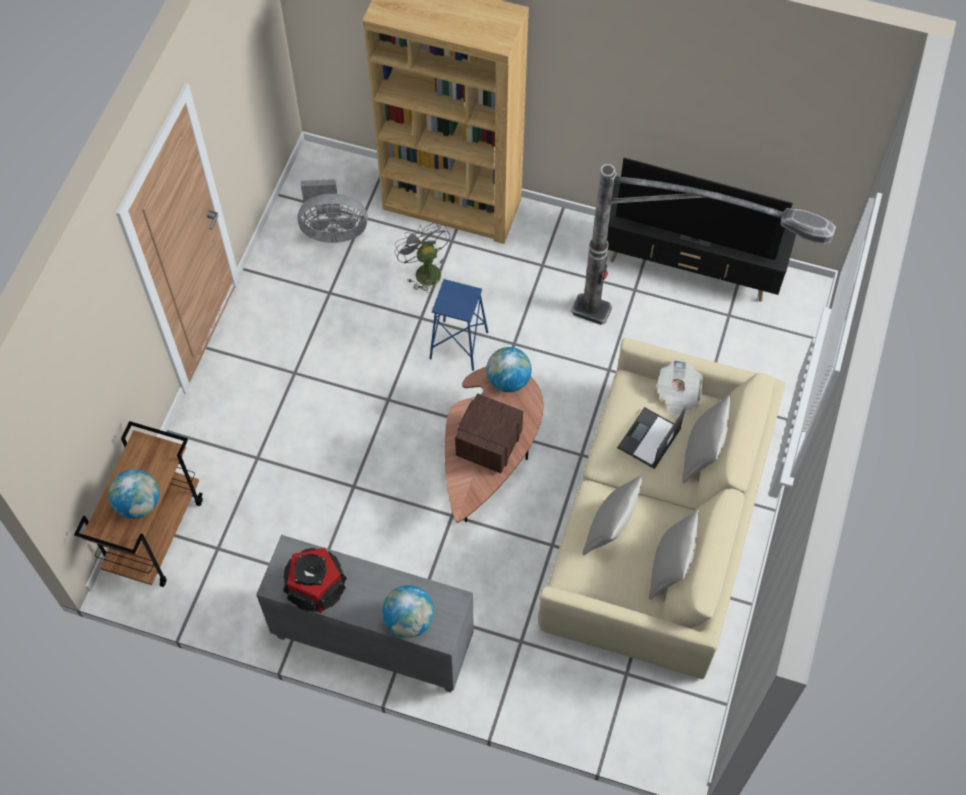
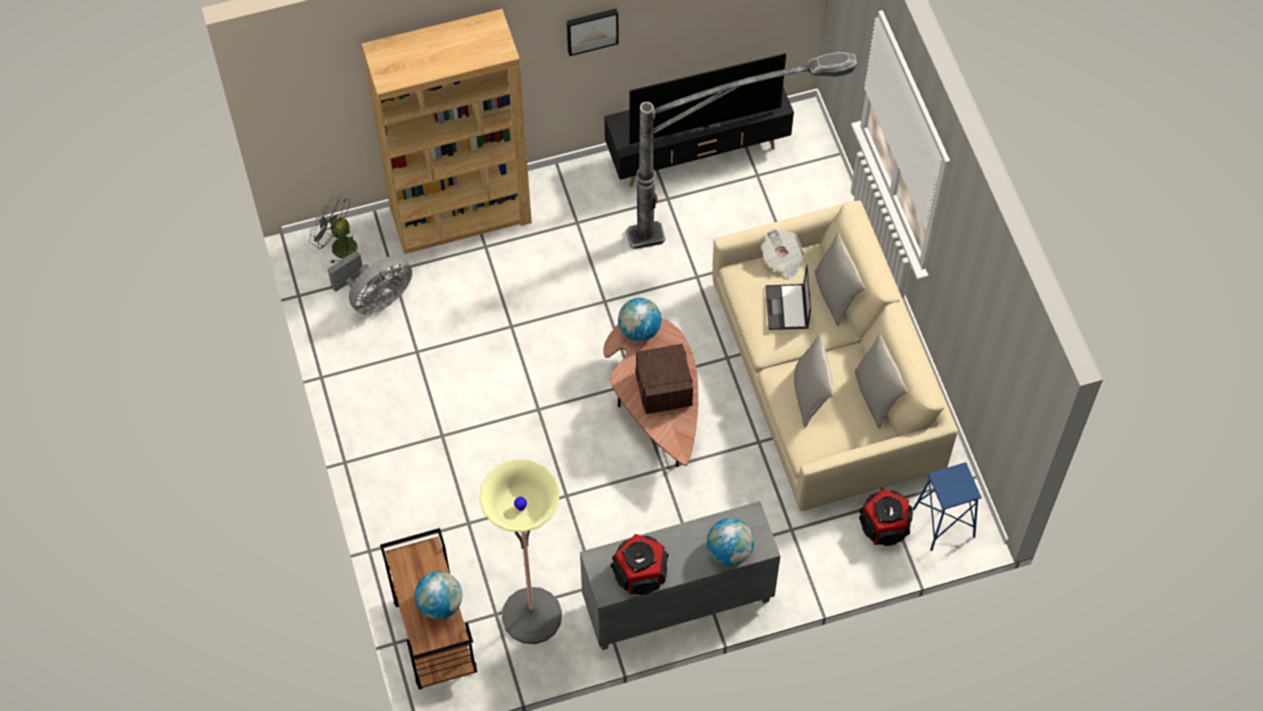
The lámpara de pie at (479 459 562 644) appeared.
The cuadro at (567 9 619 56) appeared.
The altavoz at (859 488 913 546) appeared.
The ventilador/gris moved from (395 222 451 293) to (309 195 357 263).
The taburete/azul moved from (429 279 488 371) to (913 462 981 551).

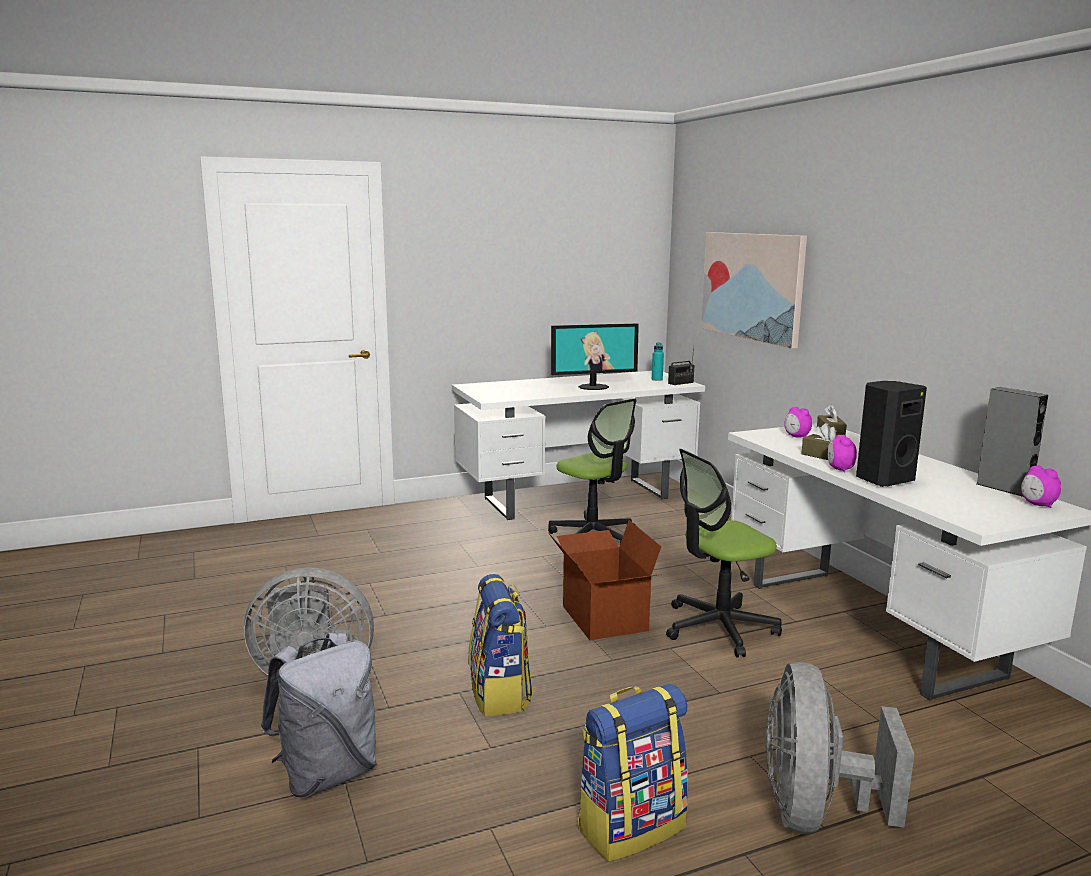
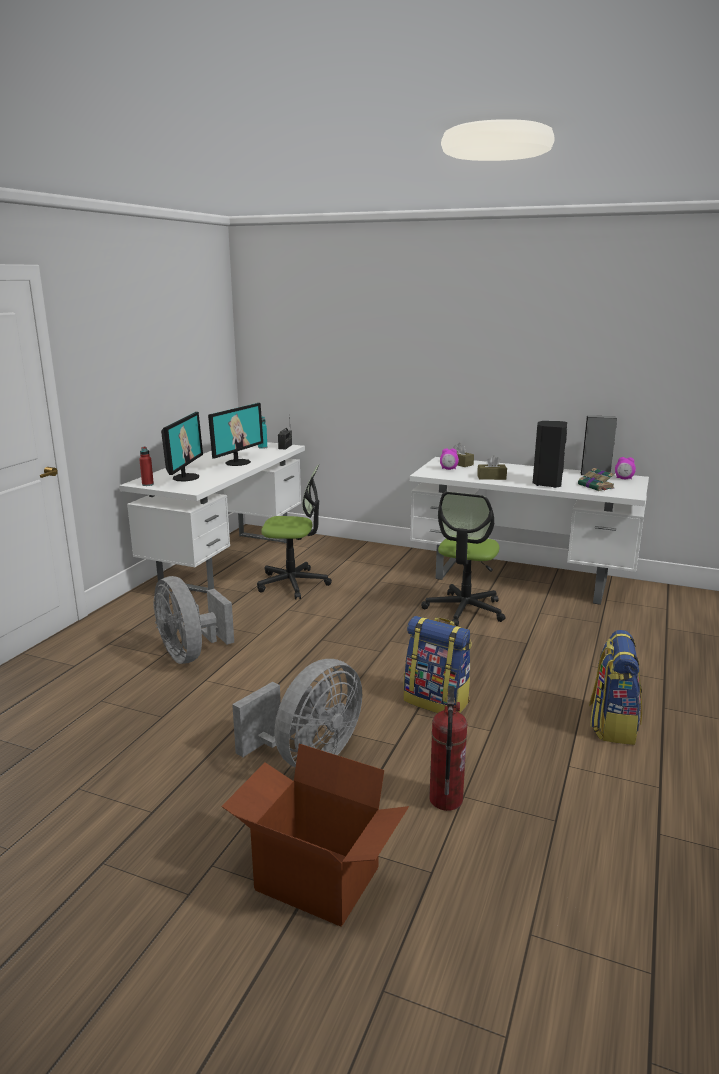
The cuadro at (701 232 807 349) disappeared.
The despertador at (828 435 857 472) disappeared.
The botella/rojo at (139 447 154 486) appeared.
The monitor at (161 412 203 482) appeared.
The libro at (578 468 615 491) appeared.
The caja de cartón moved from (548 520 662 640) to (221 744 409 927).
The ventilador/gris moved from (765 662 914 833) to (153 576 234 664).
The mochila/gris at (260 633 377 797) was replaced by the extintor at (429 686 467 811).

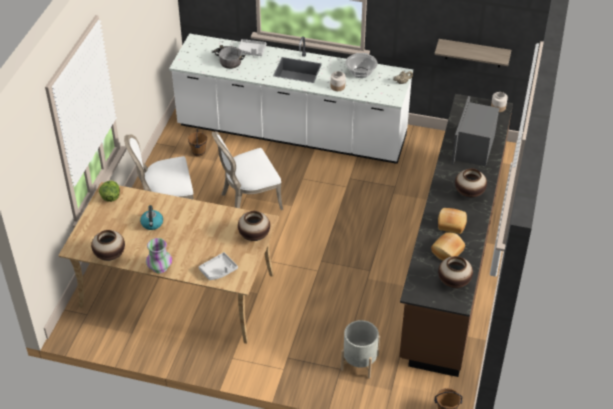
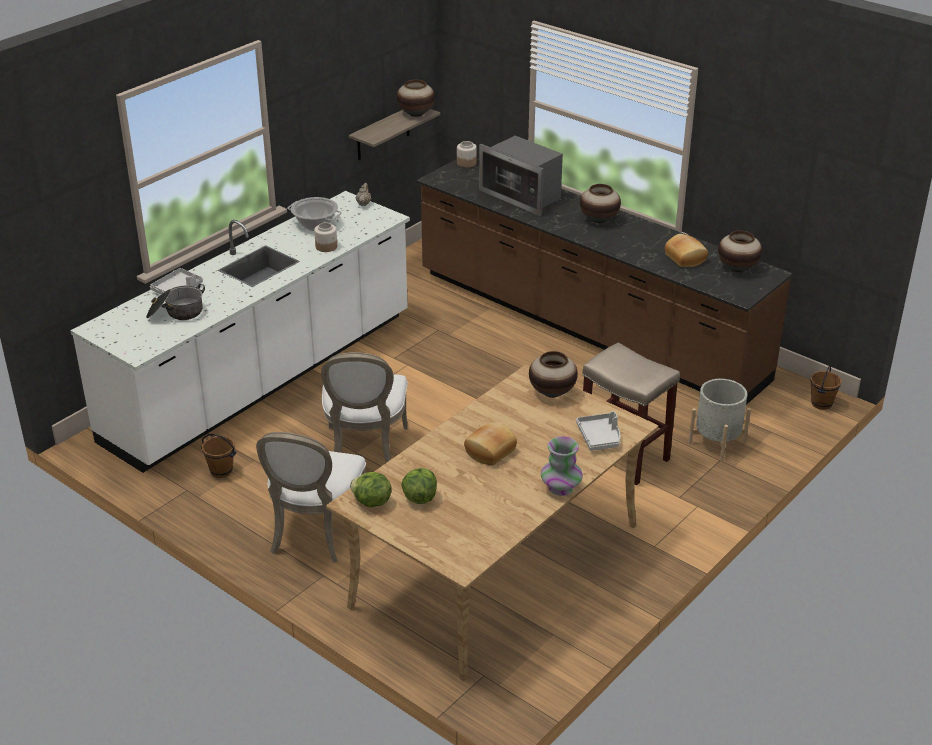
The hervidor at (140 205 163 230) disappeared.
The lechuga at (401 468 437 504) appeared.
The taburete/beis at (582 342 680 485) appeared.
The florero moved from (91 230 125 261) to (397 80 435 117).
The pan moved from (438 208 467 234) to (464 422 517 465).

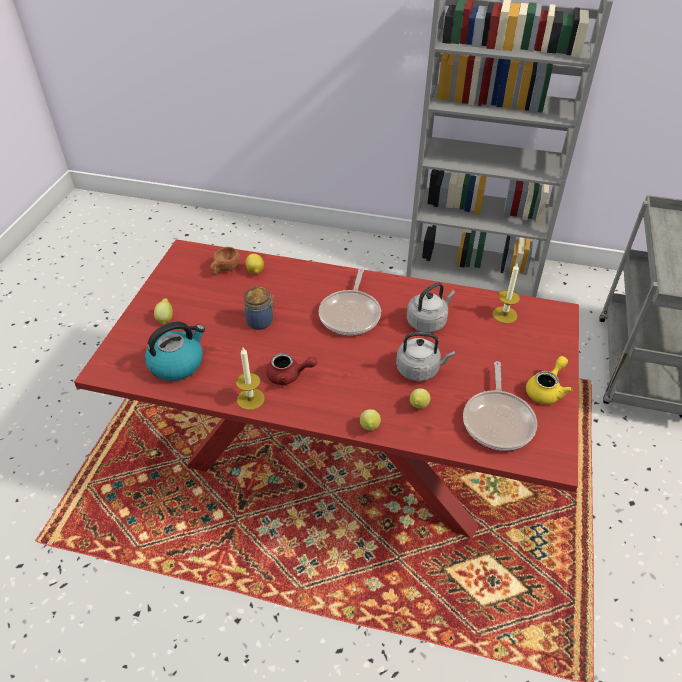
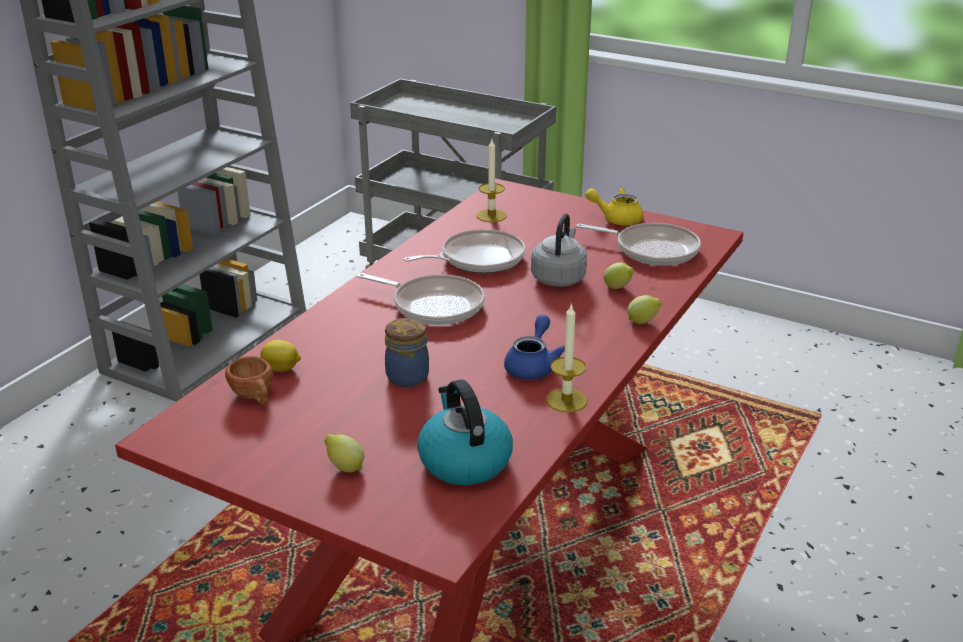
The hervidor/gris at (407 282 455 333) was replaced by the sartén at (404 229 525 273).
The tetera/rojo at (266 353 317 385) became the tetera/azul at (504 315 565 380).
The tetera/amarillo at (526 356 573 404) turned 45 degrees counterclockwise.

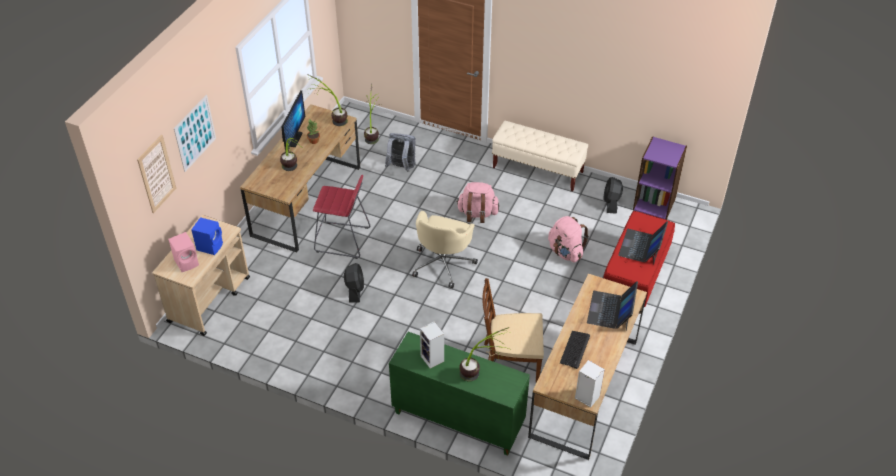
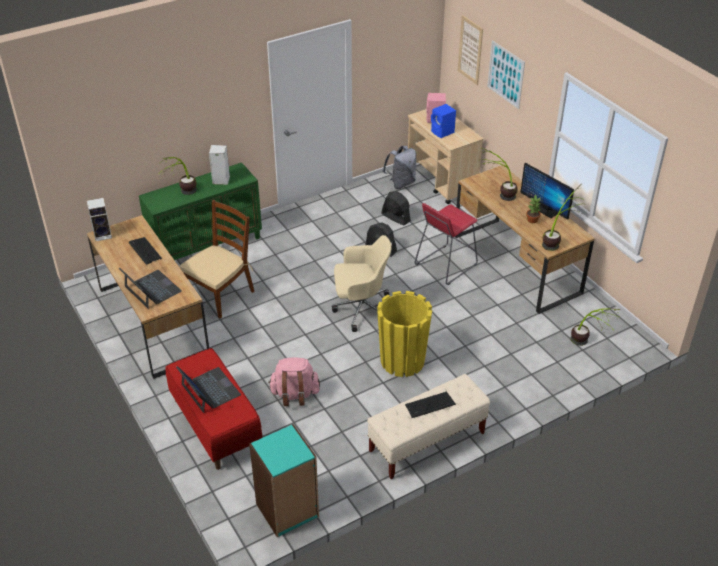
The teclado at (405 392 456 418) appeared.
The mochila/gris moved from (385 133 416 172) to (383 146 416 189).
The ventilador/negro moved from (604 177 623 214) to (381 191 411 226).
The mochila/rosa at (456 182 499 223) was replaced by the maceta/amarillo at (377 291 432 377).
The estantería/morado at (633 136 687 220) became the estantería/turquesa at (249 424 319 537).
The silla de oficina/beis at (412 211 478 288) turned 120 degrees clockwise.

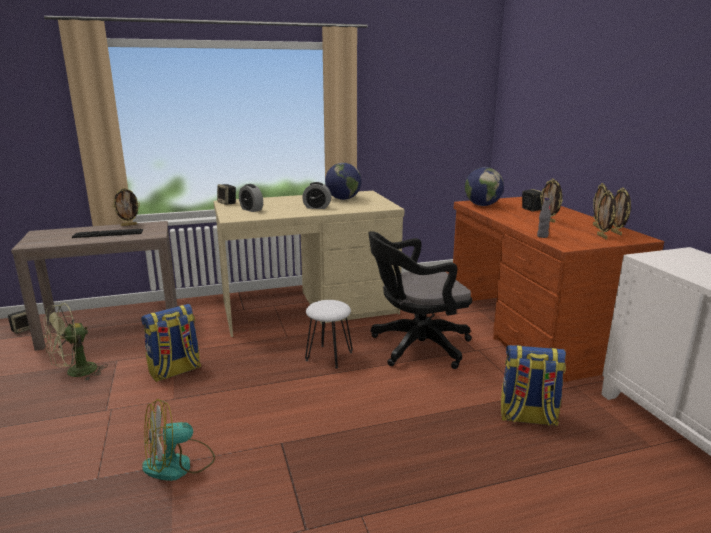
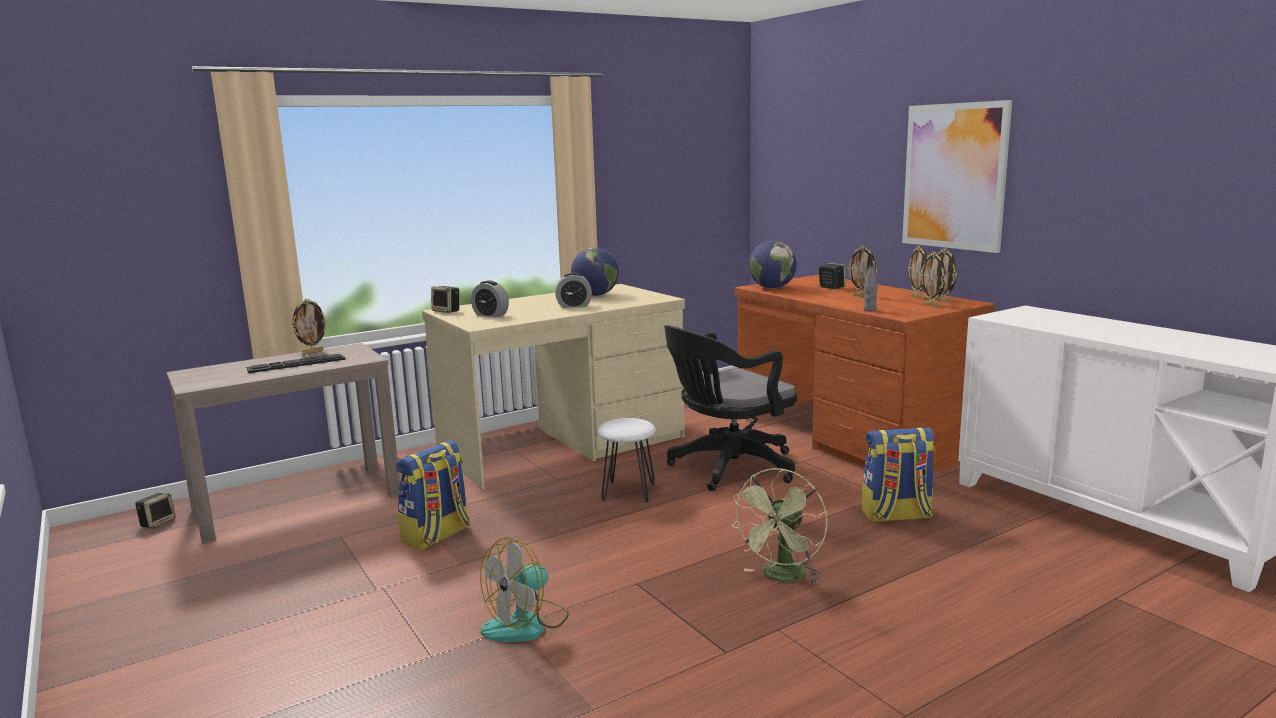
The cuadro at (902 100 1012 253) appeared.
The ventilador/verde moved from (44 303 108 381) to (730 468 827 583).

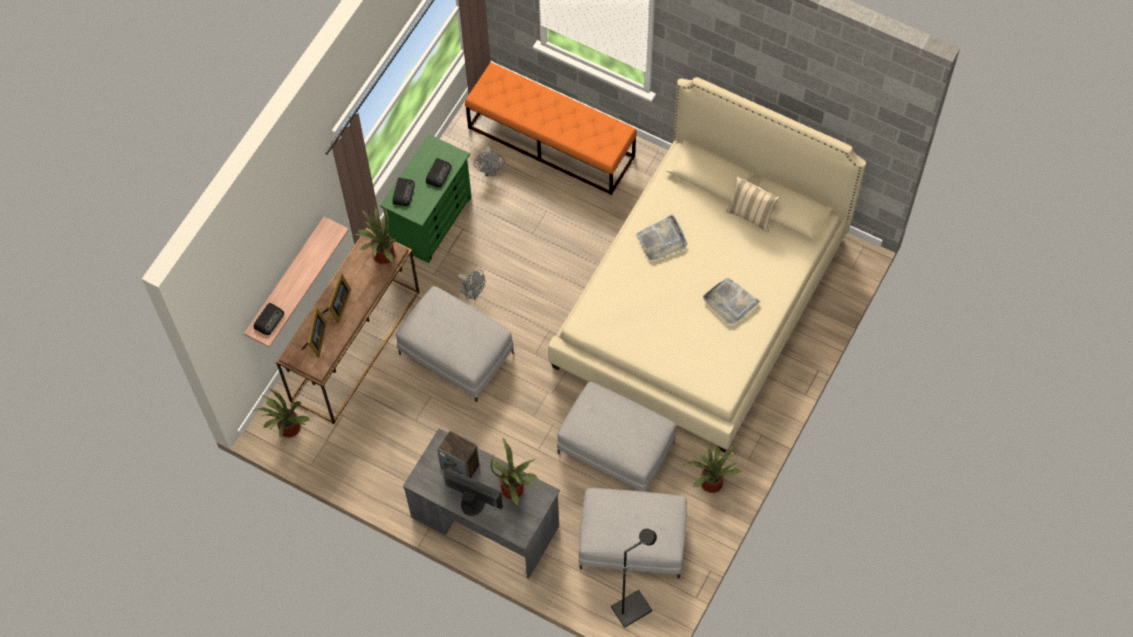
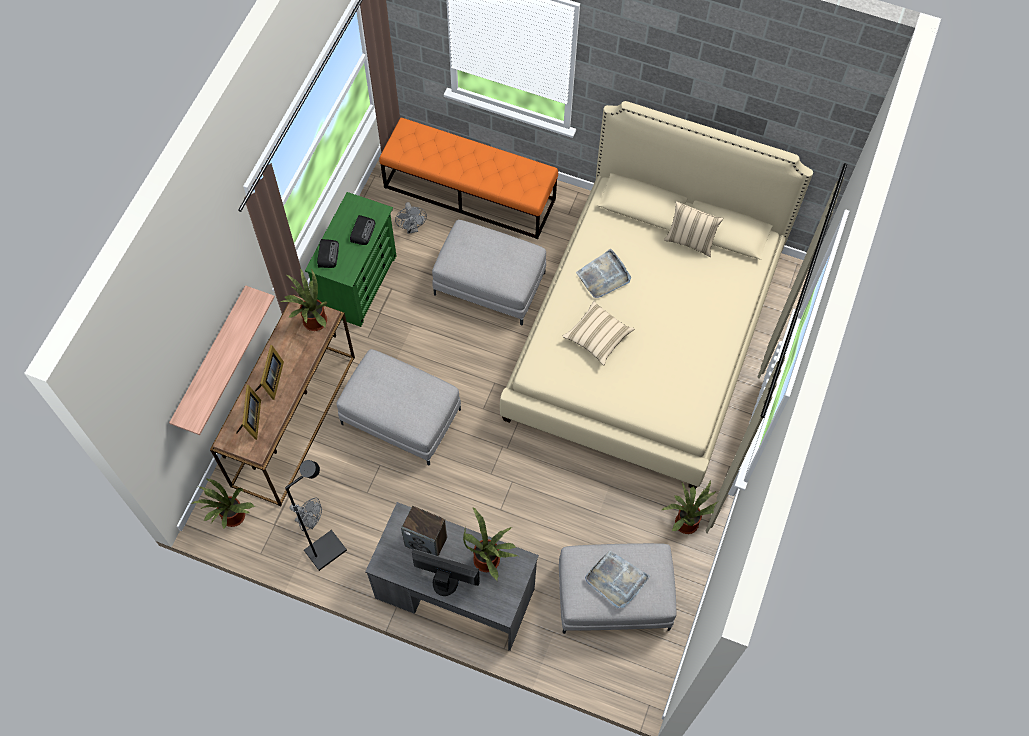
The radio at (254 303 284 335) disappeared.
The cojín/beis at (563 301 634 365) appeared.
The ventilador/gris moved from (457 269 485 300) to (290 498 322 531).
The puf/gris moved from (557 382 676 492) to (432 220 546 325).
The lámpara de pie/negro moved from (611 529 657 628) to (285 460 347 571).
The bandeja/gris moved from (703 277 761 324) to (585 551 650 608).

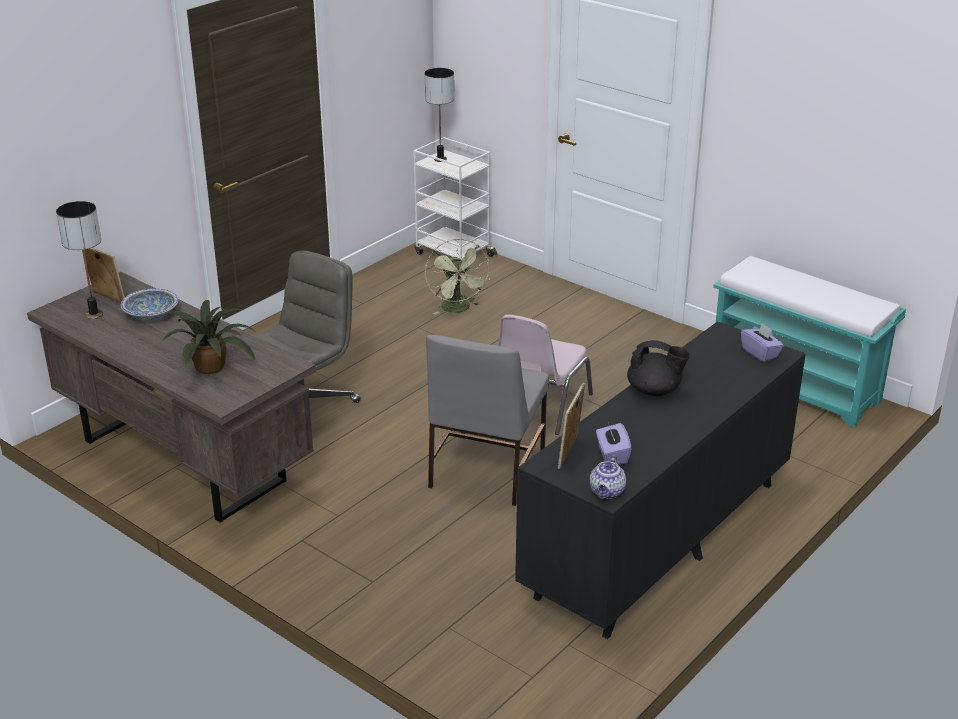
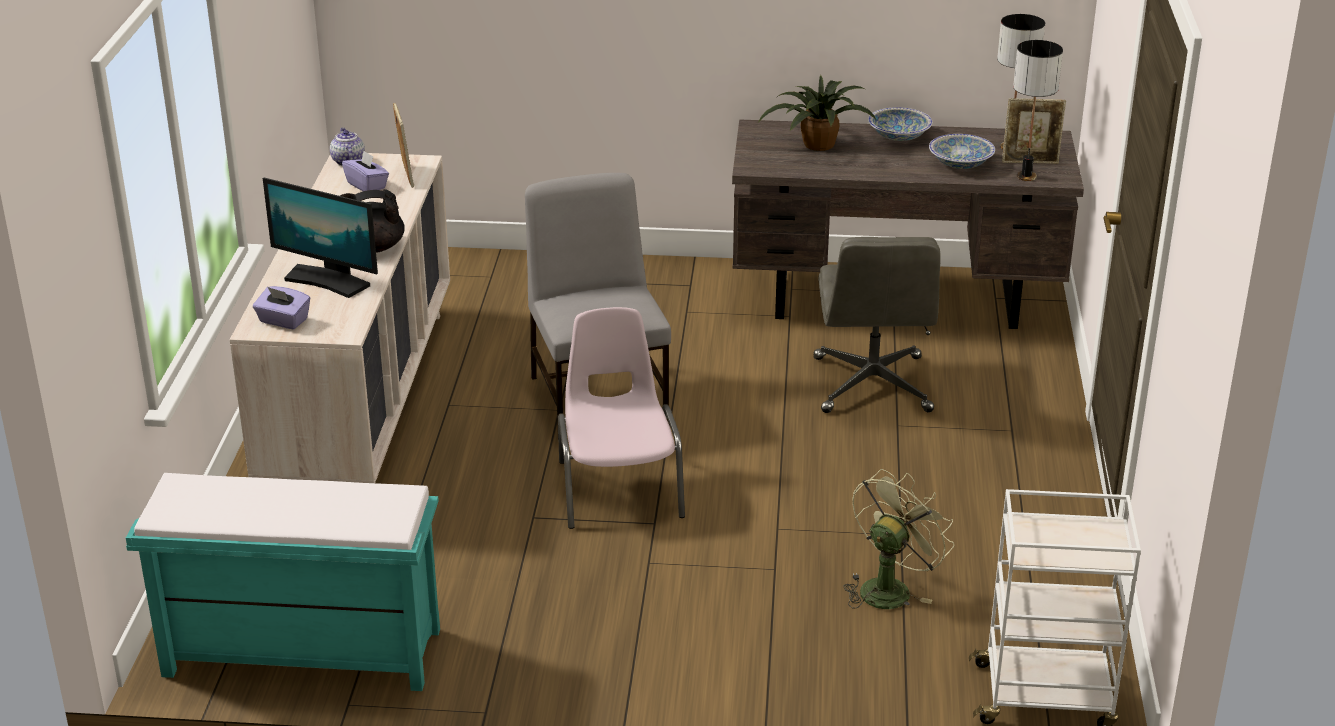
The monitor at (263 178 378 298) appeared.
The cuenco at (868 107 933 141) appeared.
The lámpara de mesa moved from (424 68 454 162) to (1013 40 1063 181).
The cómoda/negro at (515 321 806 639) became the cómoda/beis at (230 153 450 483).
The ventilador/verde at (425 239 490 315) turned 90 degrees clockwise.

